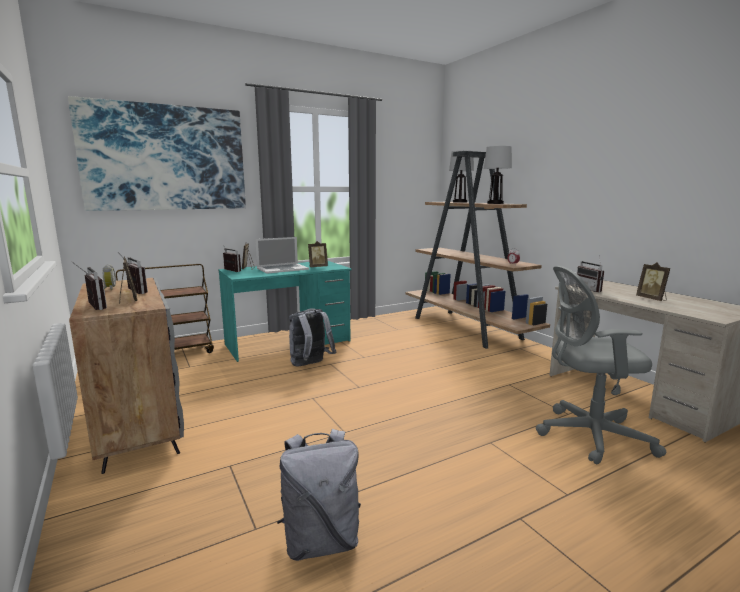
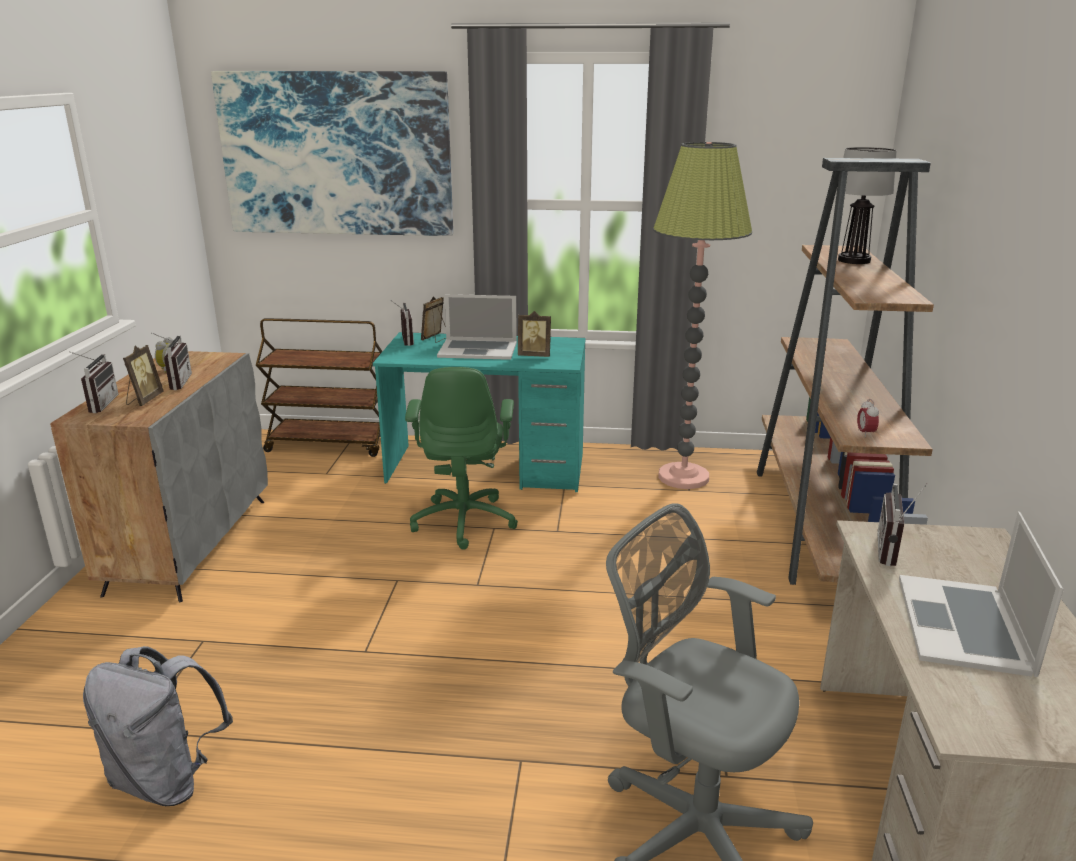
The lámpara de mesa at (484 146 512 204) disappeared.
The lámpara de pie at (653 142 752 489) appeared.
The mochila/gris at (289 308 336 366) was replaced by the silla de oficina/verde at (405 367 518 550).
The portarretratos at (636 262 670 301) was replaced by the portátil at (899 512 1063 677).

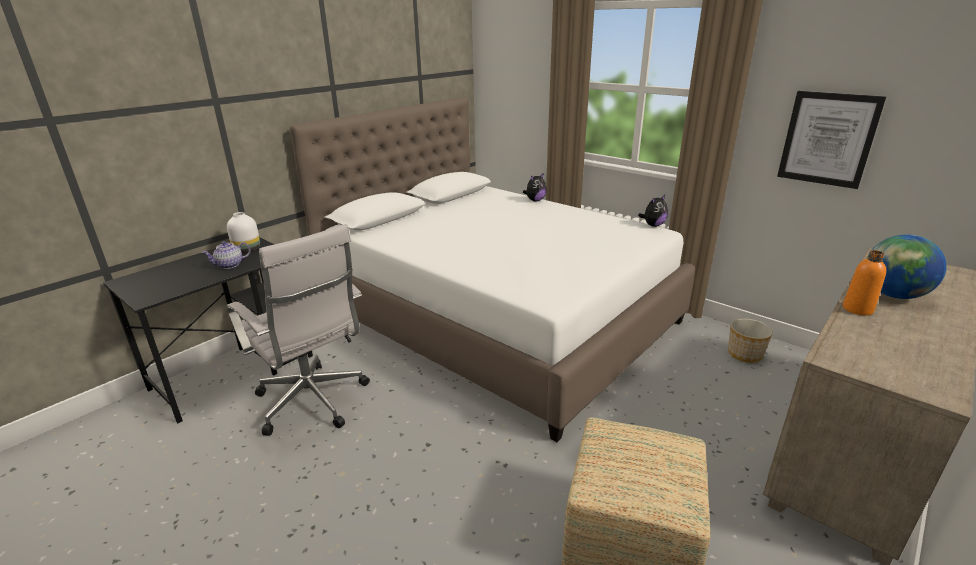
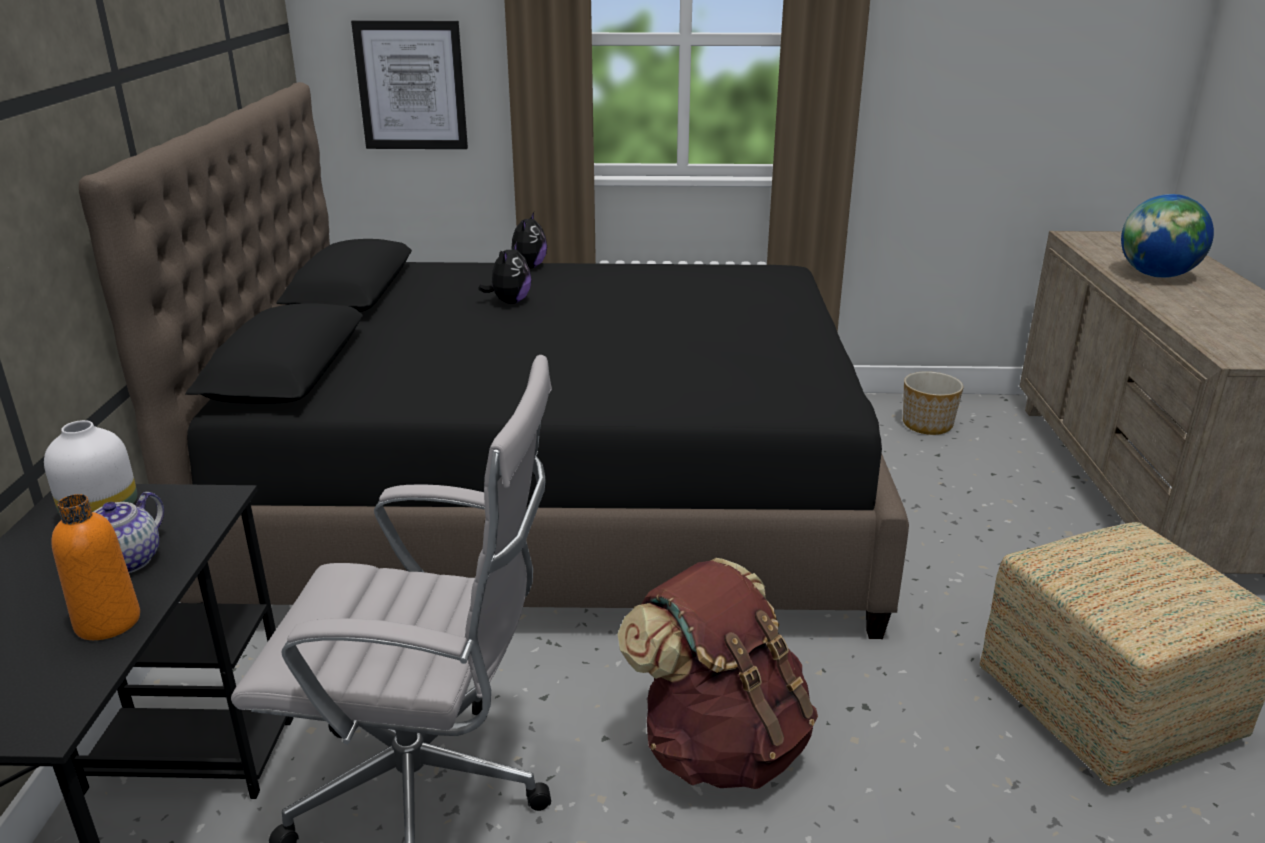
The mochila/marrón at (617 558 818 789) appeared.
The peluche moved from (638 195 668 227) to (478 242 532 304).
The cuadro moved from (777 91 886 189) to (351 20 468 149).
The botella/naranja moved from (843 250 886 316) to (51 494 140 640).
The cama/blanco at (289 97 695 442) became the cama/negro at (79 82 909 639).

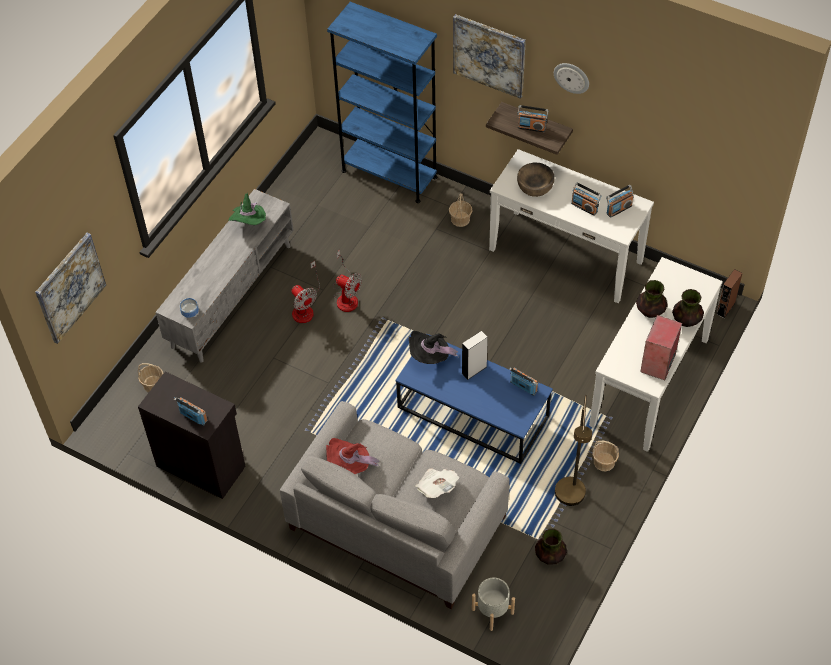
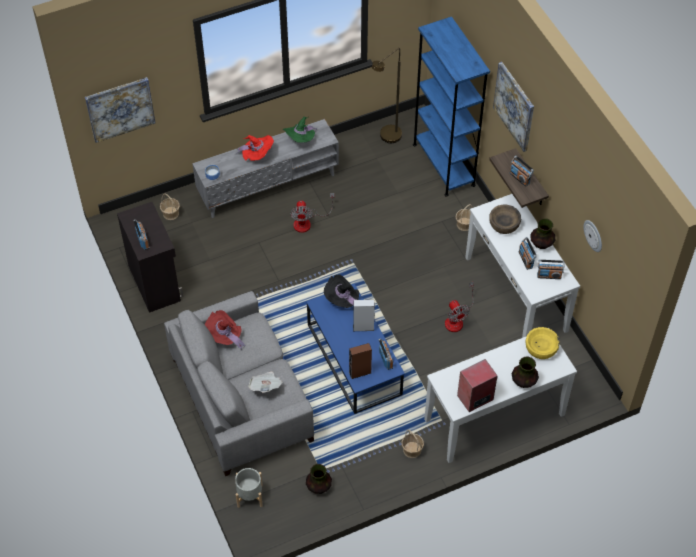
The sombrero/rojo at (236 135 274 161) appeared.
The cuenco/amarillo at (525 327 560 359) appeared.
The ventilador moved from (333 250 362 312) to (445 282 474 332).
The reloj de pared moved from (554 63 589 94) to (584 220 602 252).
The lámpara de pie/marrón moved from (555 395 592 506) to (372 48 402 143).
The florero moved from (636 280 668 318) to (530 218 555 249).
The altavoz/marrón moved from (716 269 743 318) to (349 343 372 379).

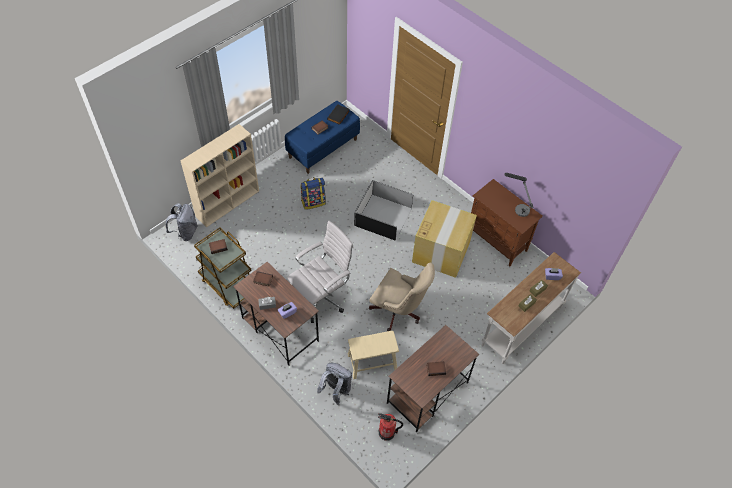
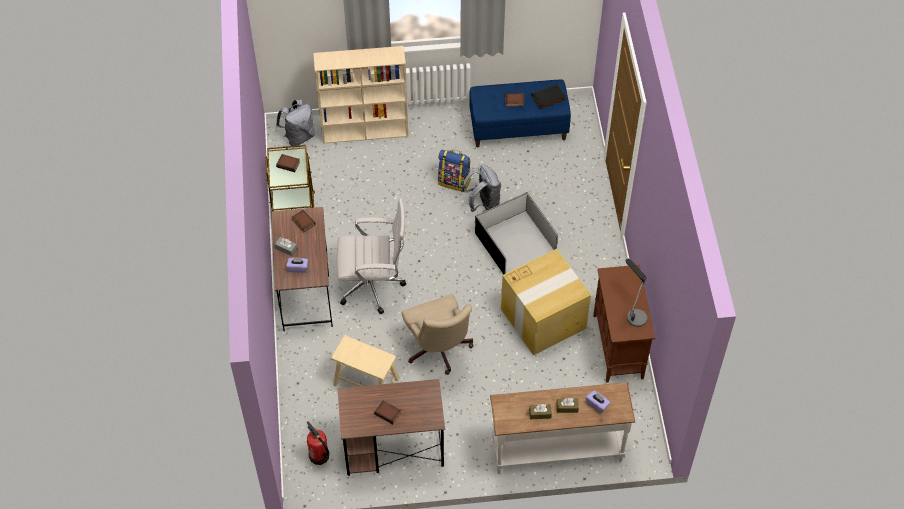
The mochila/gris moved from (317 363 352 405) to (461 165 501 212).

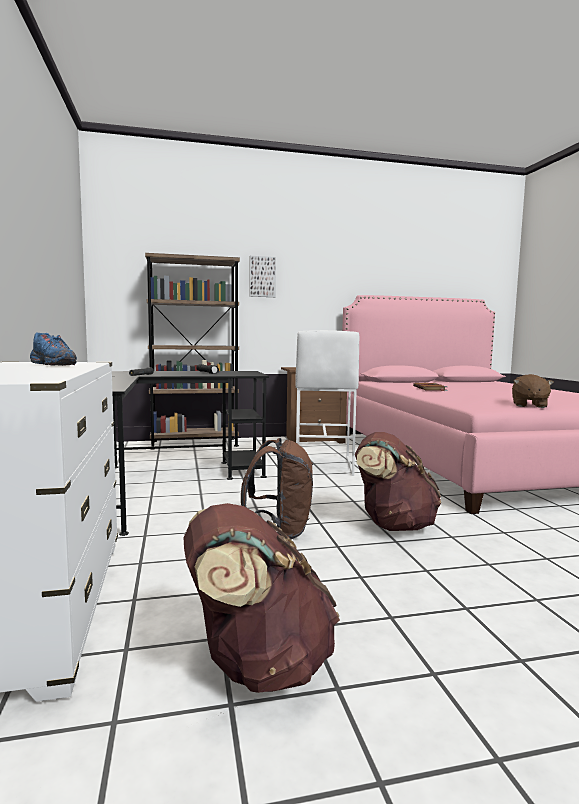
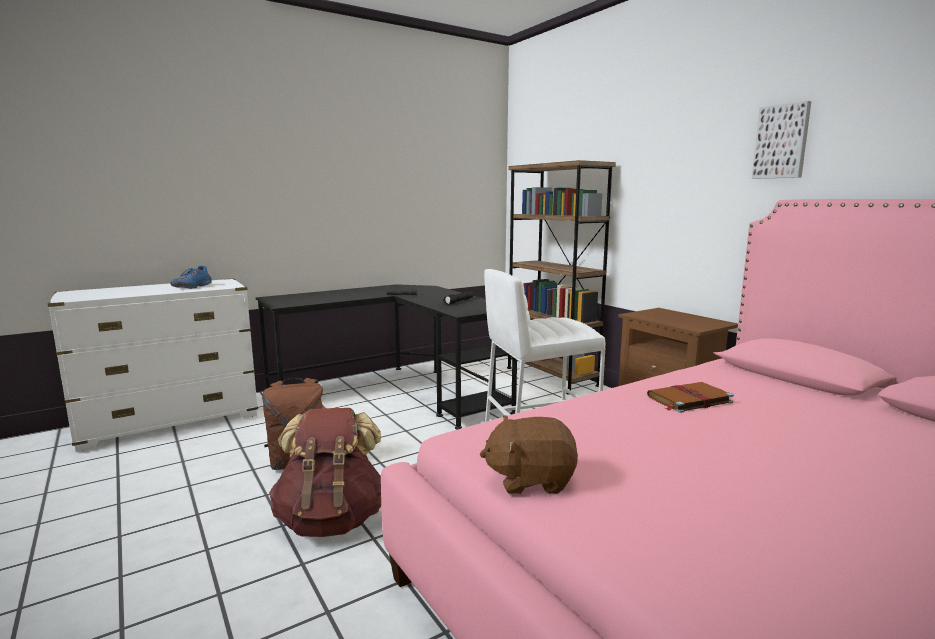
The mochila/marrón at (183 503 340 693) disappeared.
The cuadro moved from (249 256 276 297) to (751 101 811 179).

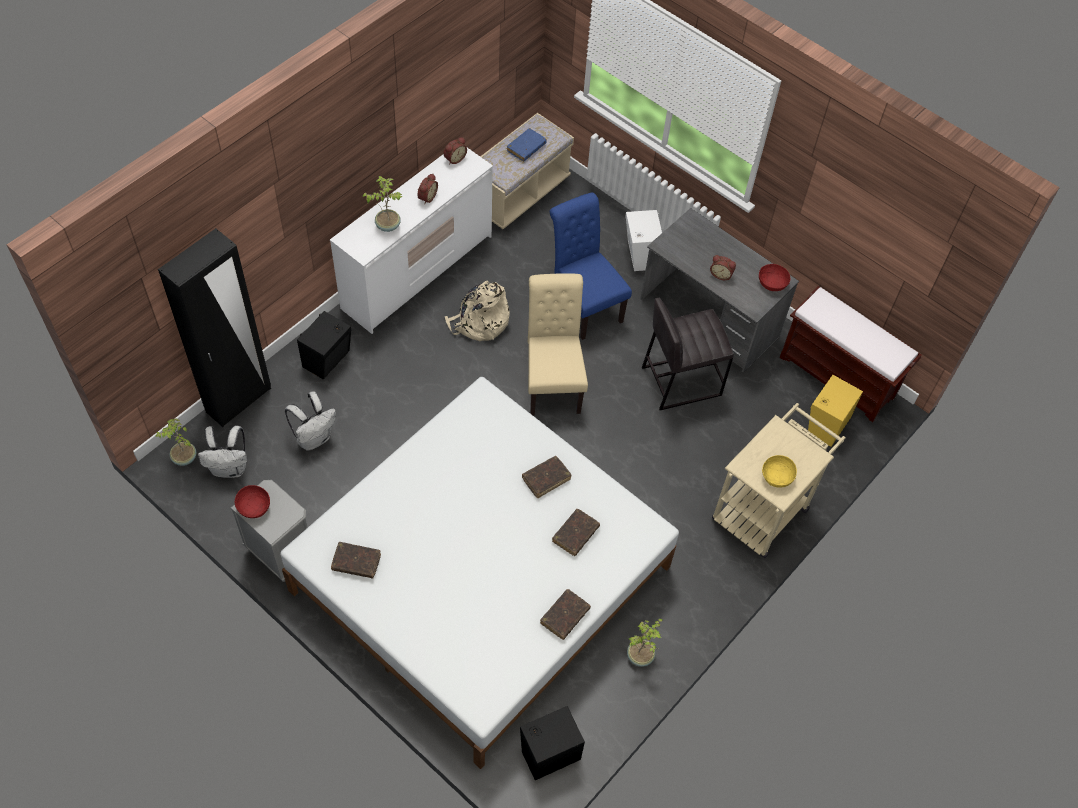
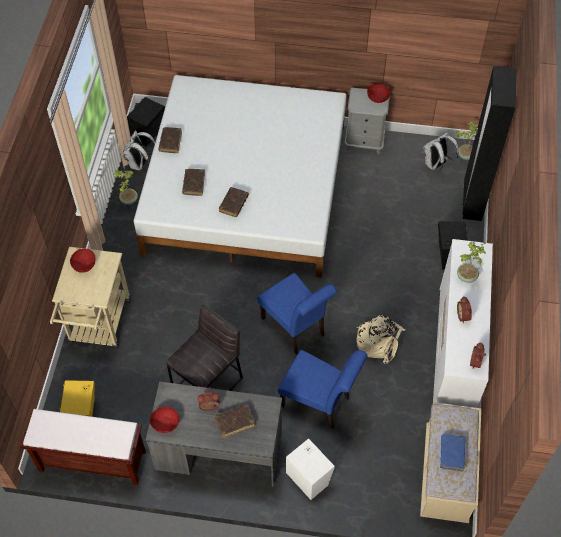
The mochila/blanco moved from (285 391 336 451) to (123 130 155 171).
The libro/marrón moved from (331 542 381 579) to (215 404 255 438).
The silla/beis at (528 273 588 416) became the silla/azul at (257 273 337 355).
The cuenco/amarillo at (762 455 797 488) became the cuenco/rojo at (70 249 96 273).

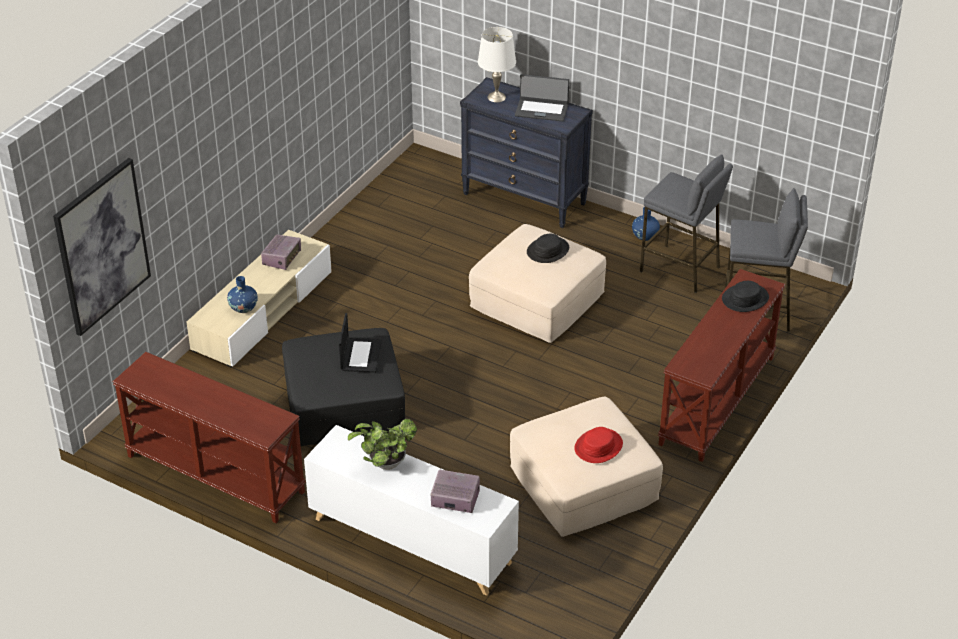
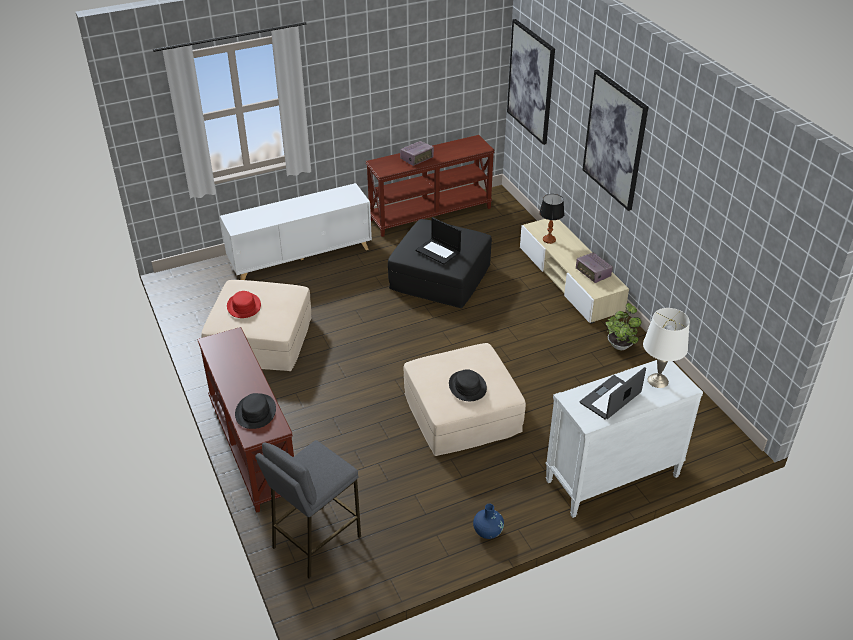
The taburete/gris at (640 155 733 293) disappeared.
The cuadro at (582 70 648 211) appeared.
The planta en maceta moved from (348 419 417 470) to (606 303 641 350).
The radio moved from (431 470 480 513) to (400 141 434 166).
The florero/azul at (227 276 258 313) was replaced by the lámpara de mesa at (539 194 564 244).
The cómoda/negro at (460 77 593 228) became the cómoda/blanco at (545 360 703 518).

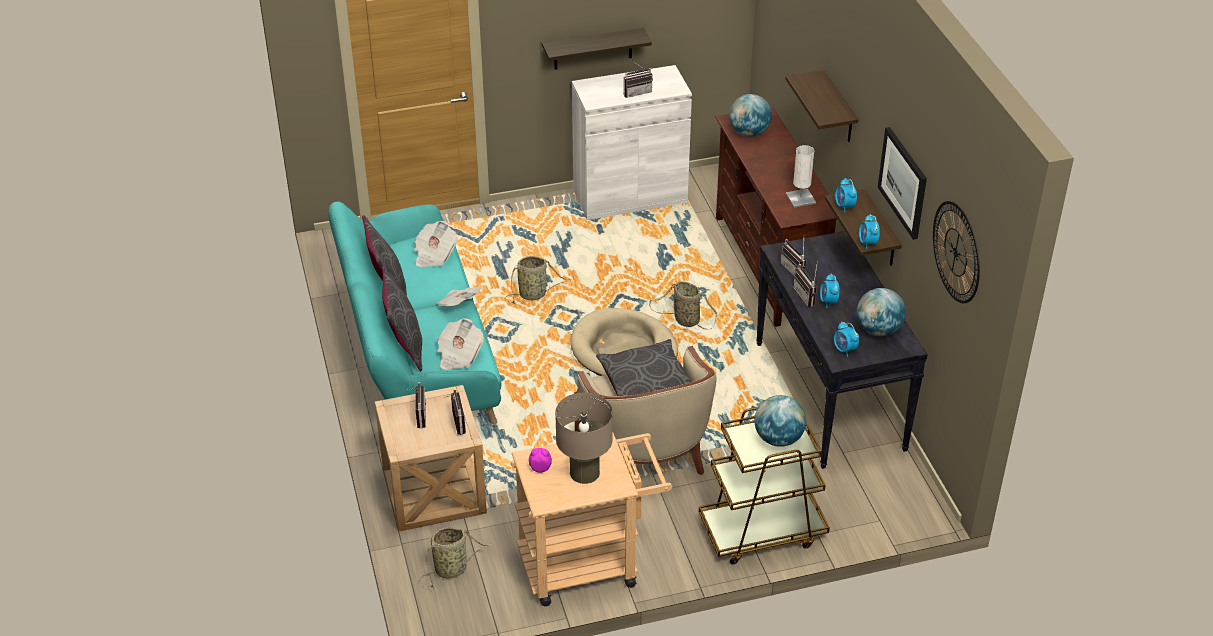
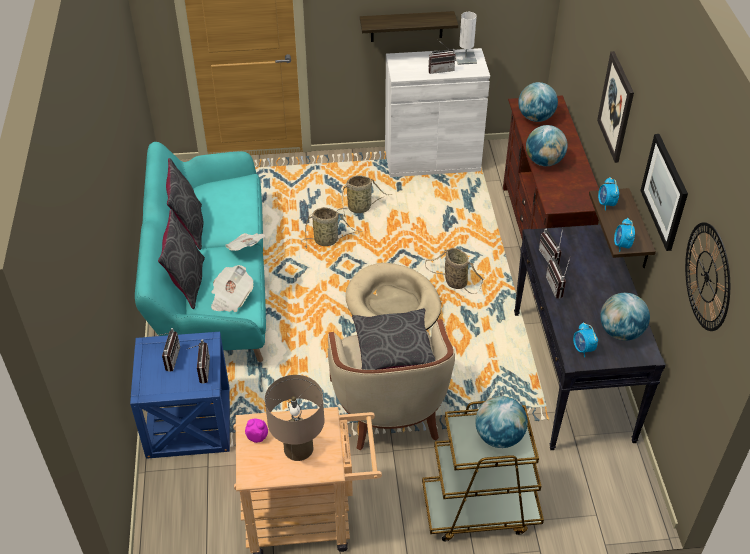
The periódico at (414 221 458 267) disappeared.
The despertador at (820 274 839 308) disappeared.
The globo terráqueo at (526 125 567 166) appeared.
The cesta moved from (420 527 494 589) to (336 175 393 217).
The lámpara de mesa/blanco moved from (786 145 816 207) to (455 12 477 65).
The estante at (786 70 858 142) was replaced by the cuadro at (597 51 634 163).
The mesa auxiliar/beis at (375 385 487 531) became the mesa auxiliar/azul at (130 332 230 459).

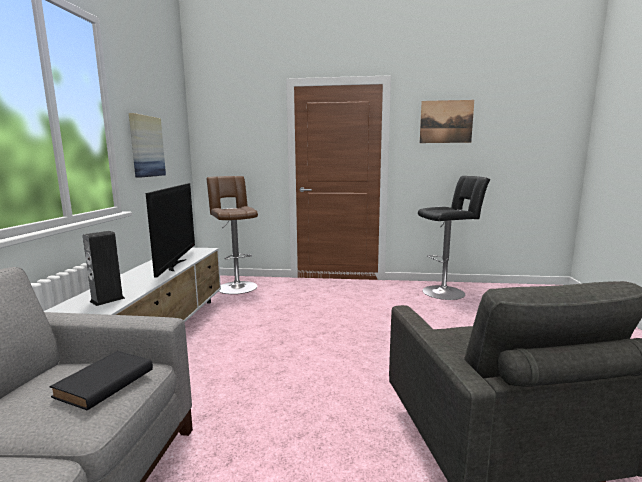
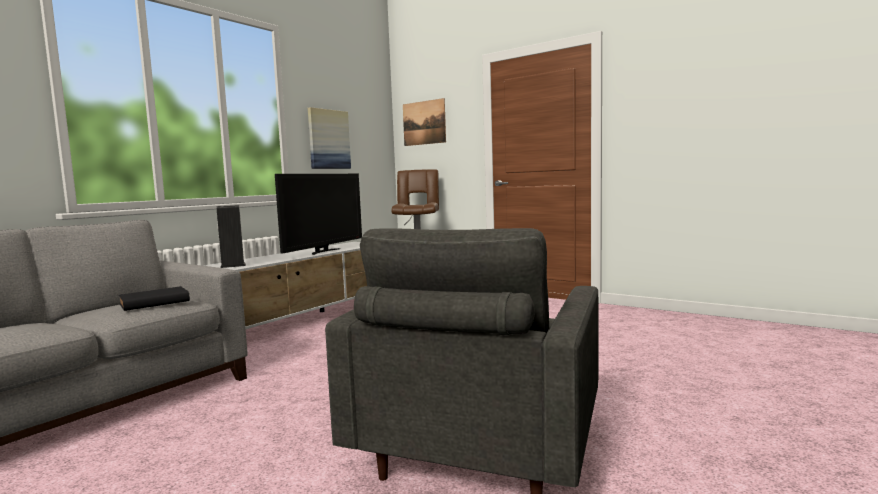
The taburete/negro at (418 176 490 300) disappeared.
The cuadro moved from (420 100 474 143) to (403 98 446 146).

